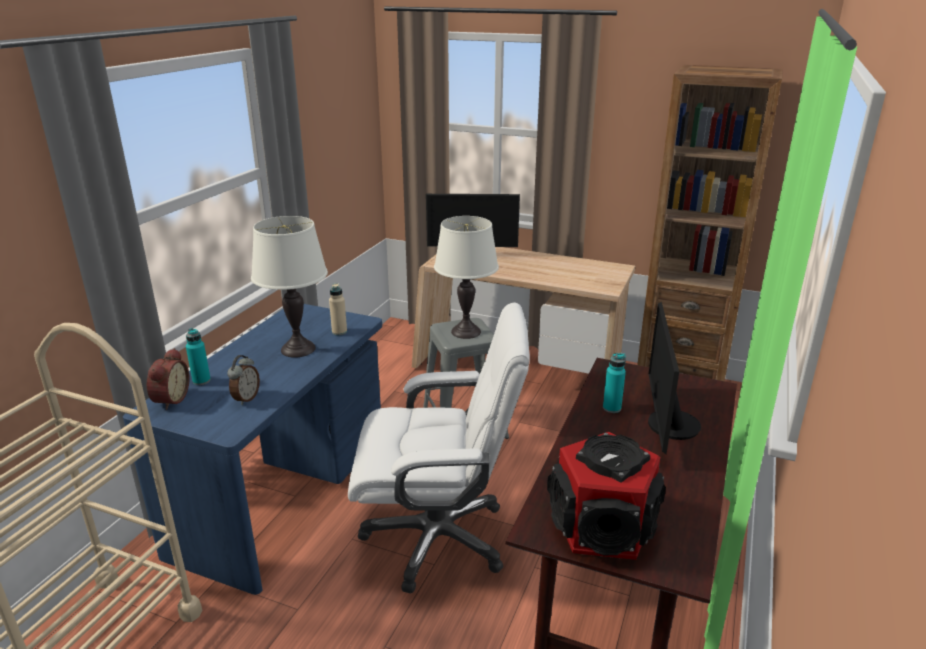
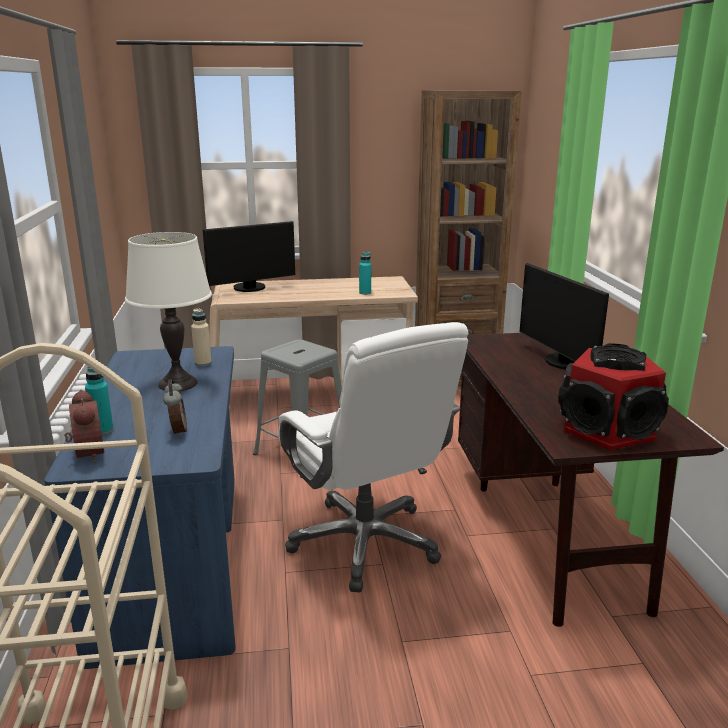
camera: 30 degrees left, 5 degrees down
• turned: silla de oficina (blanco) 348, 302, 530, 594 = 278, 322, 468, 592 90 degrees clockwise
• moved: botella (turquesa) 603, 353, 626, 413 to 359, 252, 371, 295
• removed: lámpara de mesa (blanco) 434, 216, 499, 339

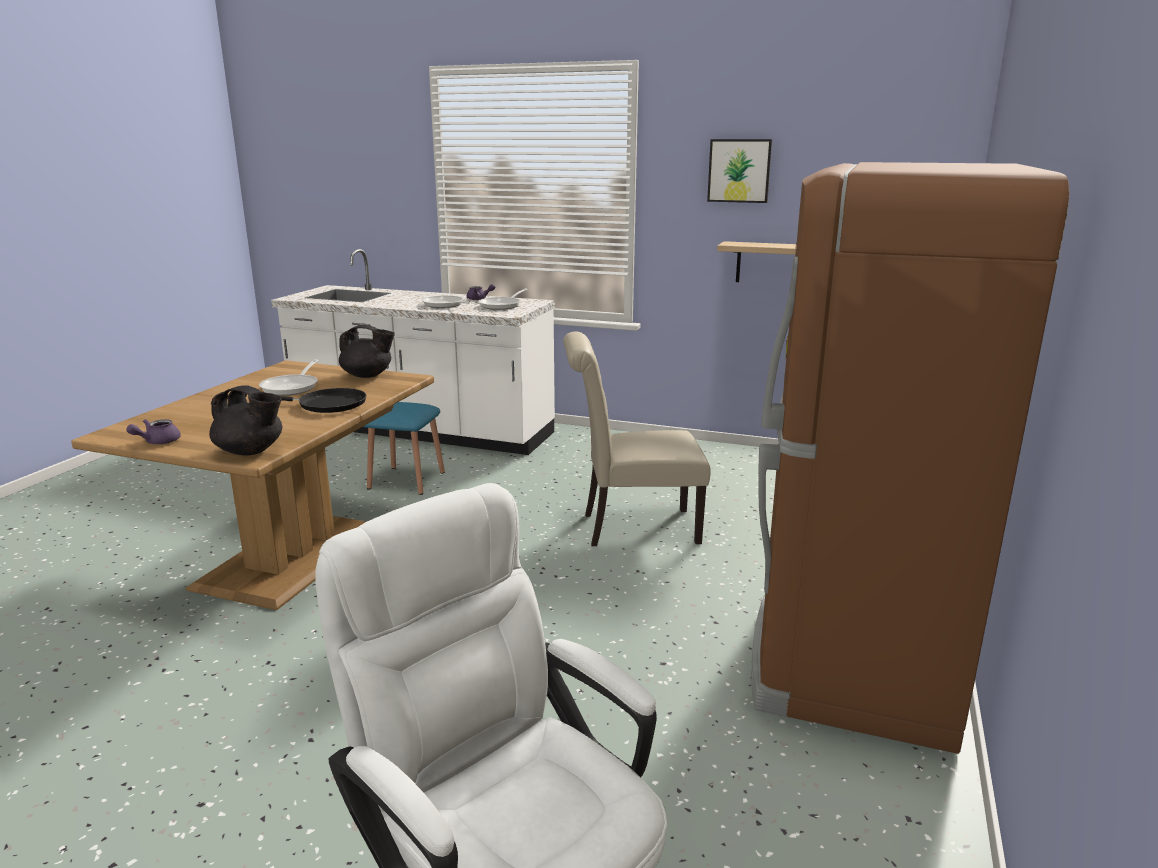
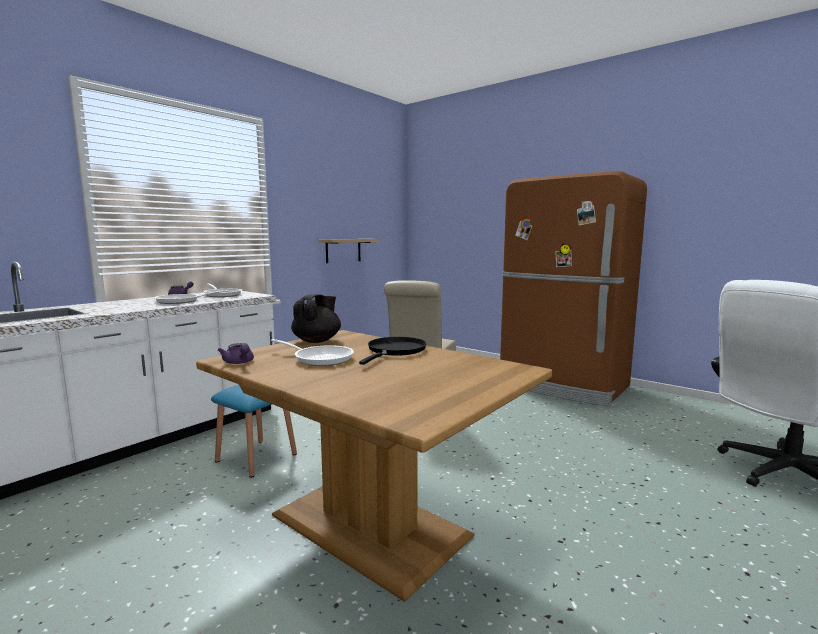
camera: 70 degrees left, 10 degrees down
• moved: tetera (morado) 126, 419, 181, 444 to 218, 343, 254, 364
• removed: tetera (negro) 209, 385, 282, 456
• removed: cuadro 707, 139, 773, 203

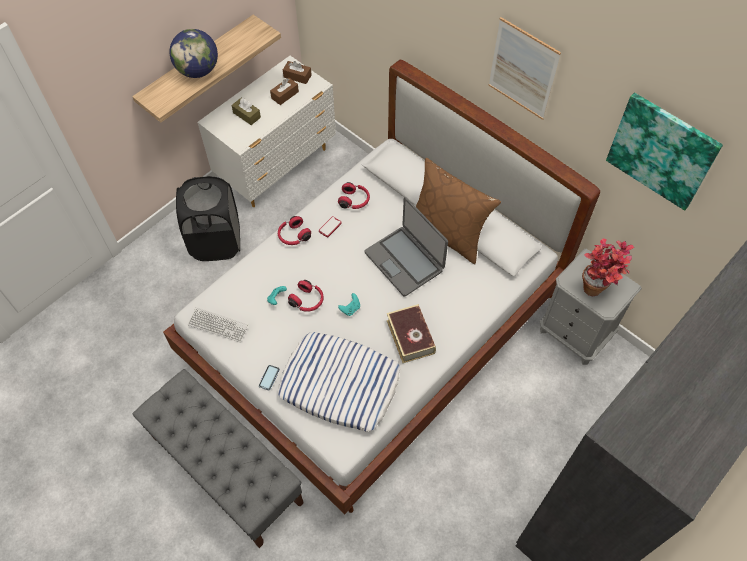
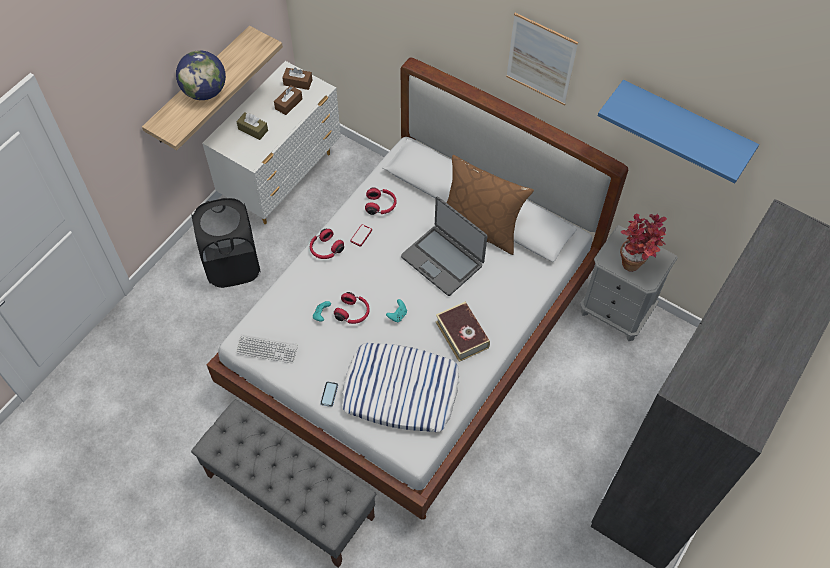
camera: 10 degrees left, 0 degrees up
• replaced: cuadro 606, 93, 723, 211 to estante (azul) 598, 80, 759, 183

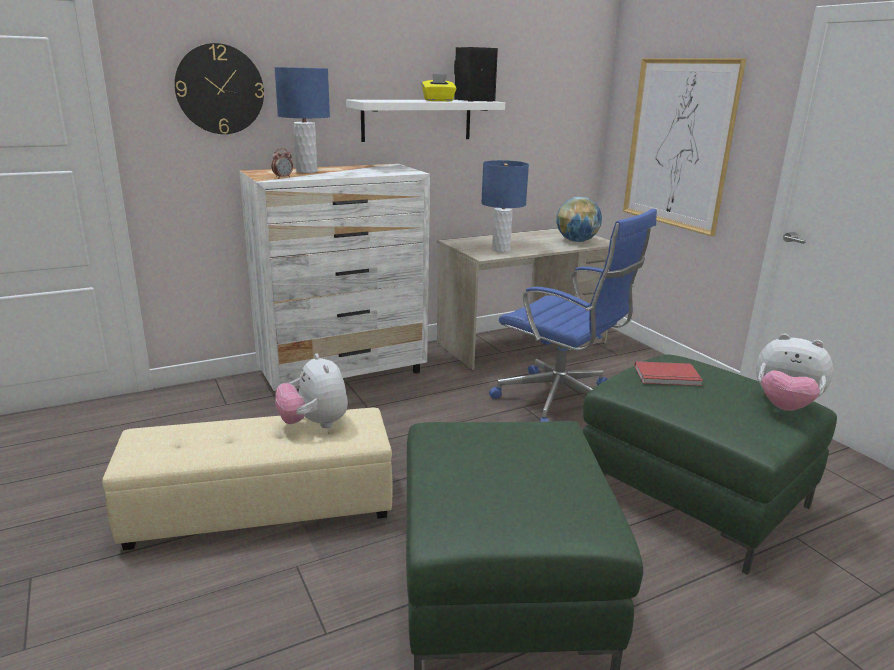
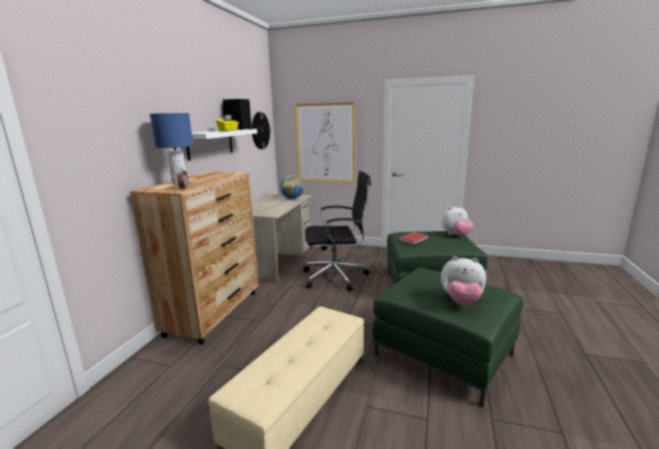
camera: 45 degrees left, 5 degrees down
• recoloured: cómoda (blanco) 239, 164, 430, 391 to cómoda (marrón) 130, 172, 259, 345
• moved: reloj de pared 174, 43, 264, 134 to 252, 112, 271, 149
• recoloured: silla de oficina (azul) 489, 209, 657, 422 to silla de oficina (negro) 303, 171, 371, 291
• moved: peluche 275, 353, 348, 428 to 441, 256, 486, 306
• removed: lámpara de mesa (azul) 481, 160, 529, 252

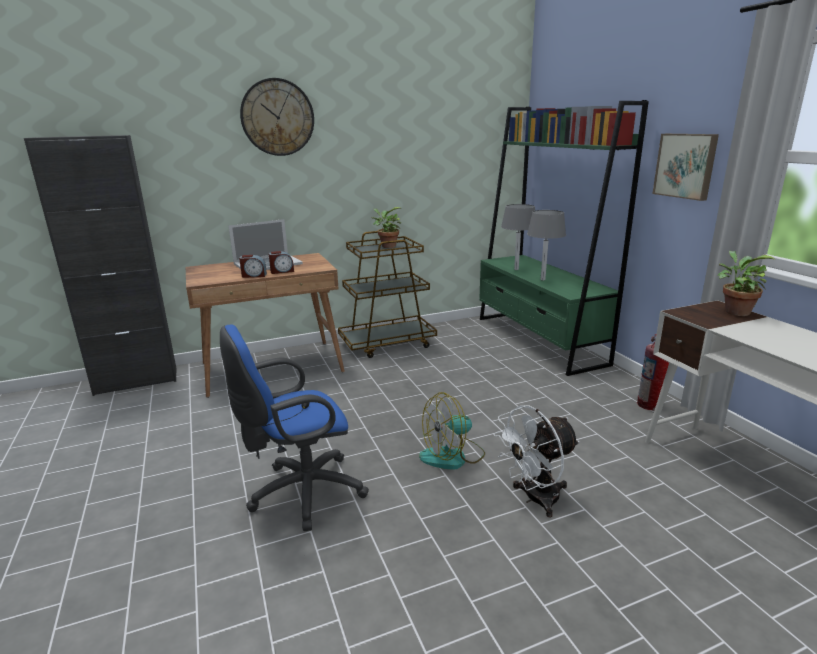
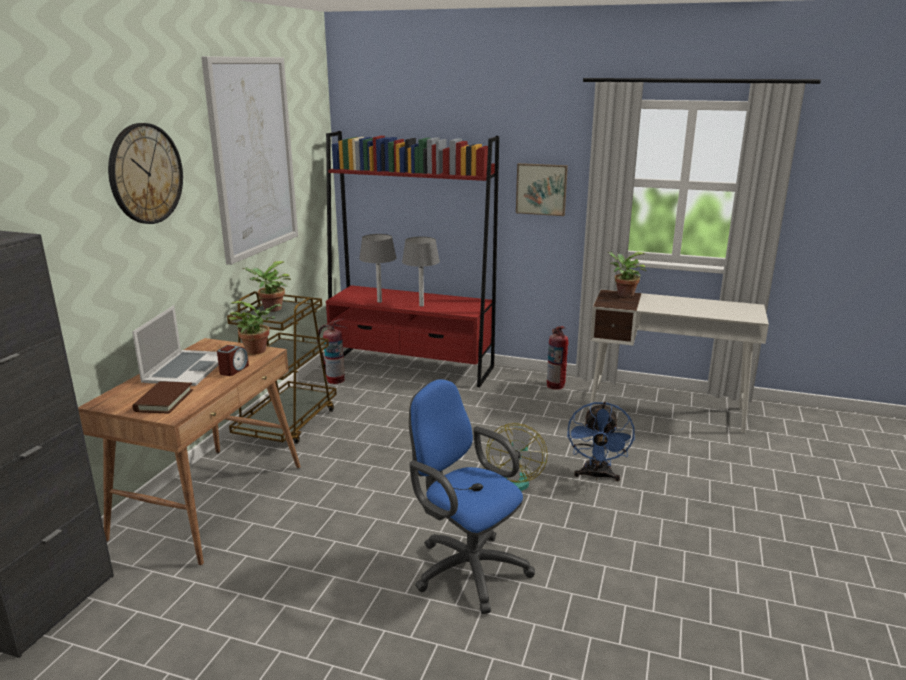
camera: 50 degrees left, 0 degrees up
• added: libro (marrón) 133, 381, 193, 414
• added: cuadro 201, 56, 298, 265
• added: planta en maceta 229, 301, 281, 355
• added: extintor 317, 319, 348, 384
• recoloured: estantería (verde) 479, 100, 649, 376 to estantería (rojo) 326, 131, 499, 387
• turned: silla de oficina (azul) 220, 325, 369, 531 = 409, 379, 535, 614 120 degrees clockwise
• recoloured: ventilador (blanco) 494, 405, 580, 518 to ventilador (azul) 567, 402, 635, 481
• removed: despertador 239, 255, 267, 278

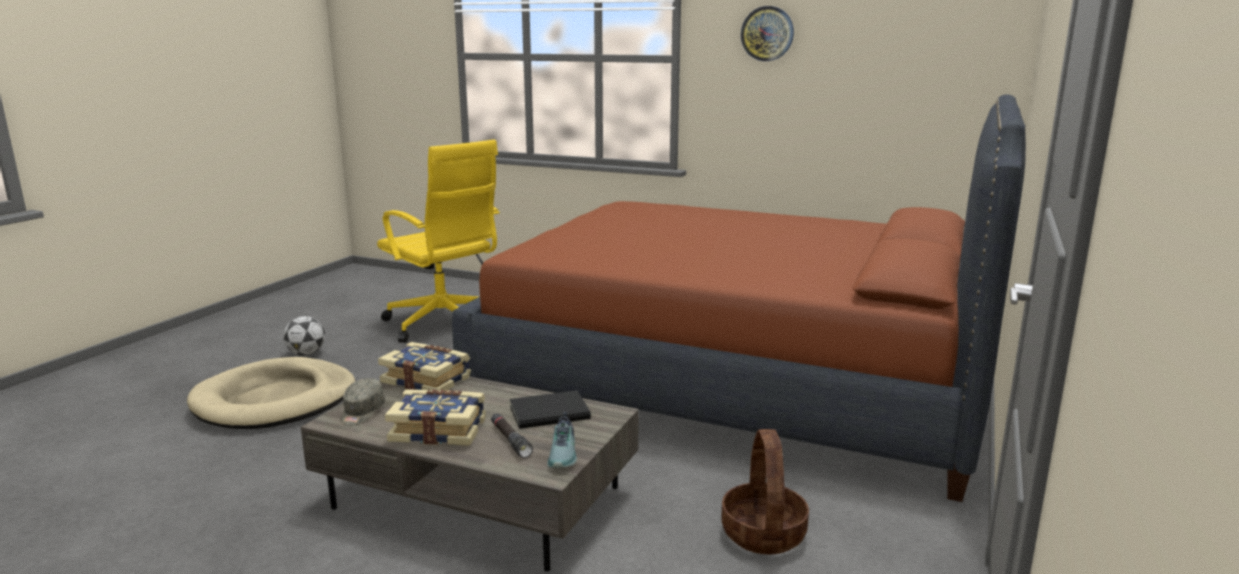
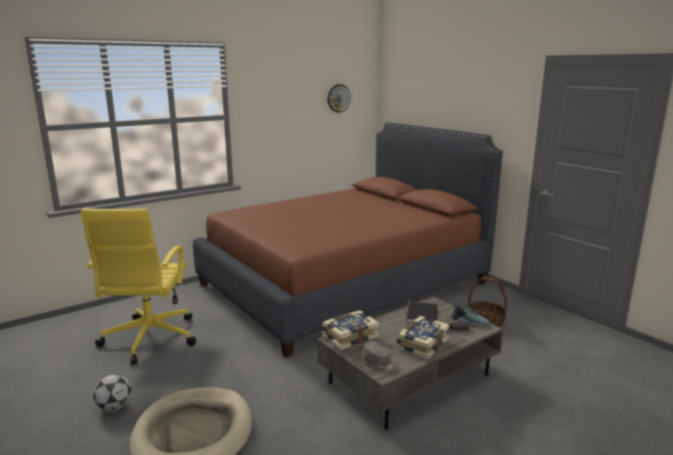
camera: 60 degrees left, 0 degrees up
• turned: silla de oficina (amarillo) 377, 139, 500, 343 = 81, 208, 196, 365 105 degrees clockwise
• moved: reloj de pared 741, 6, 794, 61 to 327, 84, 351, 113

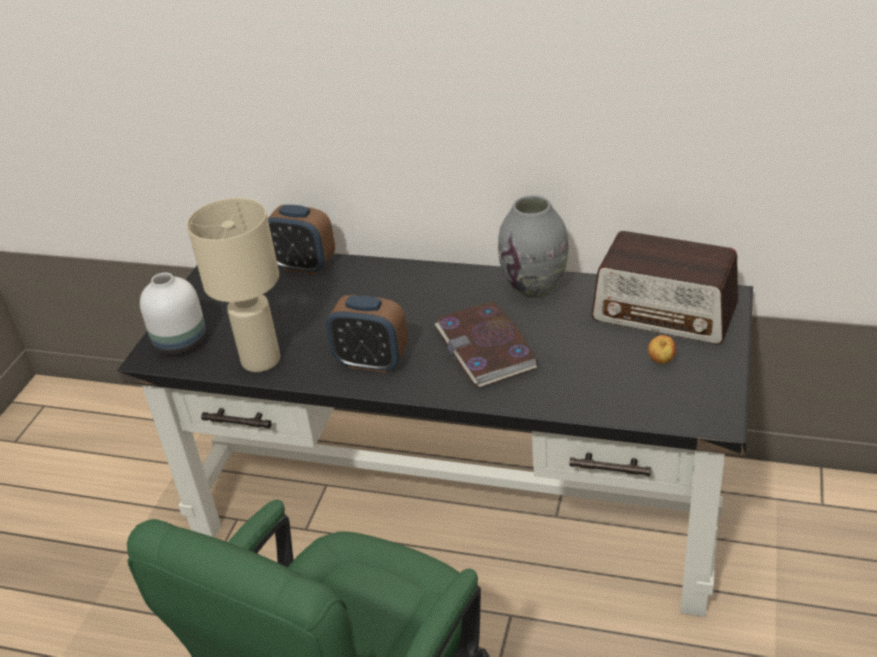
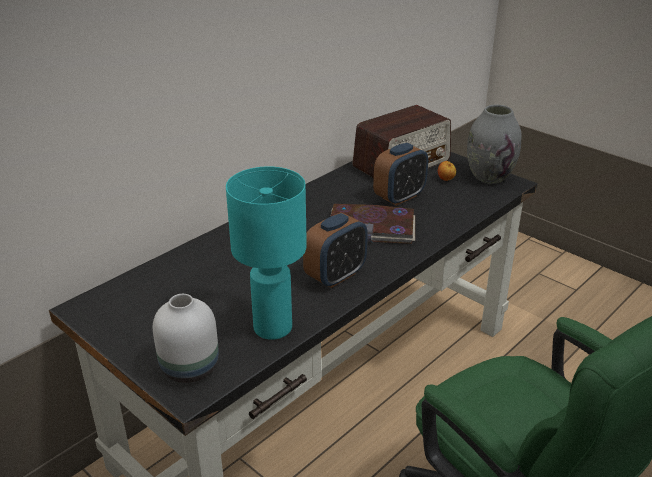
camera: 65 degrees left, 5 degrees down
• recoloured: lámpara de mesa (beis) 187, 198, 280, 372 to lámpara de mesa (turquesa) 226, 166, 307, 340
• moved: despertador 268, 205, 335, 275 to 373, 143, 428, 206
• moved: florero (gris) 498, 195, 568, 298 to 467, 104, 521, 184

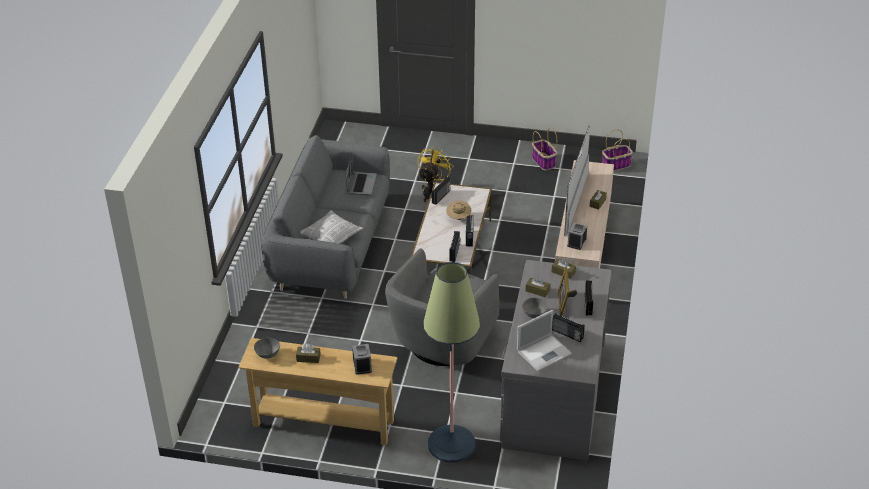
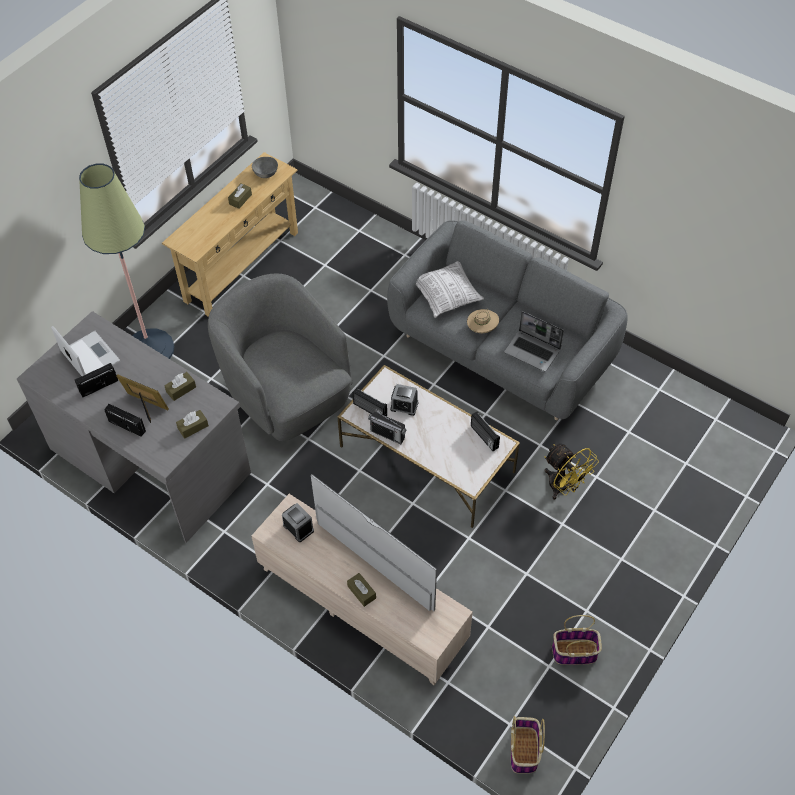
camera: 115 degrees right, 15 degrees up
• turned: portátil 517, 310, 572, 371 = 51, 326, 120, 376 150 degrees clockwise
• moved: despertador 352, 344, 372, 375 to 390, 384, 419, 416
• moved: sombrero (beis) 446, 200, 471, 220 to 467, 308, 499, 333
• removed: cuenco (gris) 522, 298, 548, 318

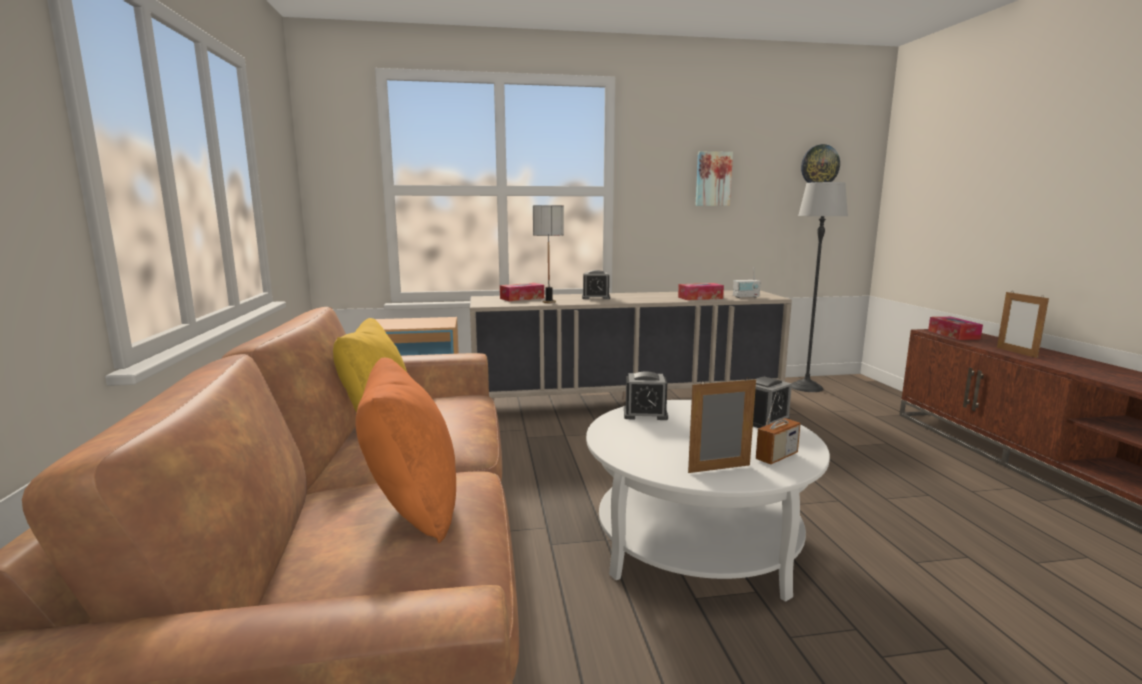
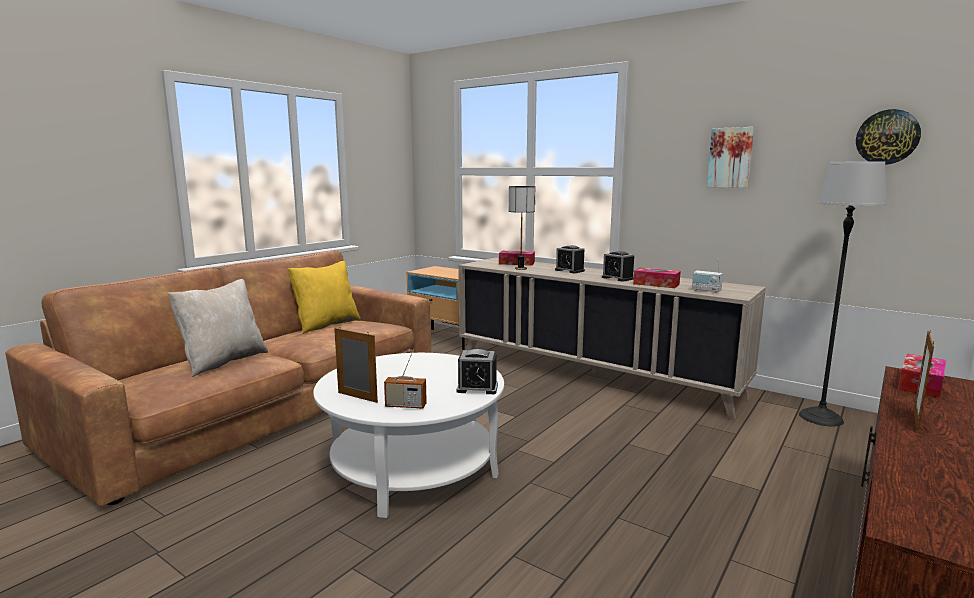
camera: 45 degrees right, 0 degrees up
• recoloured: cojín (naranja) 356, 358, 456, 543 to cojín (beis) 167, 279, 268, 377
• moved: despertador 624, 371, 668, 420 to 602, 251, 634, 282

